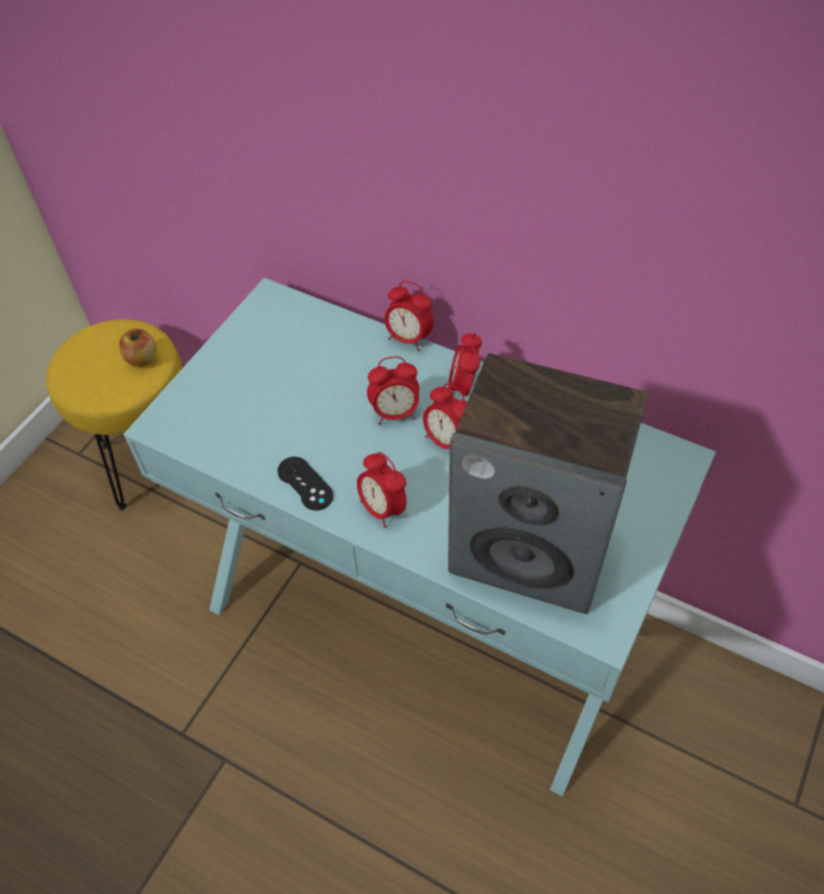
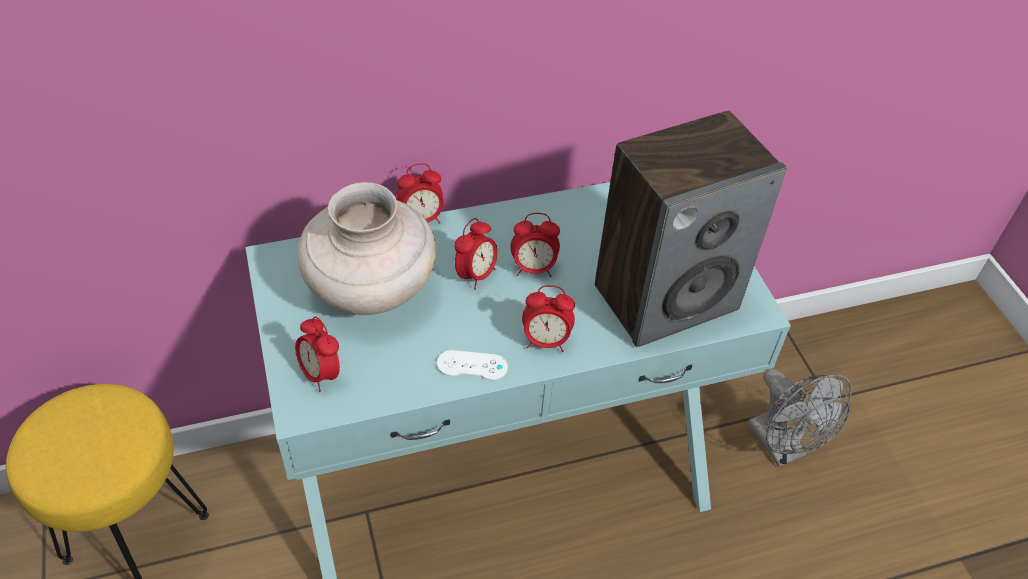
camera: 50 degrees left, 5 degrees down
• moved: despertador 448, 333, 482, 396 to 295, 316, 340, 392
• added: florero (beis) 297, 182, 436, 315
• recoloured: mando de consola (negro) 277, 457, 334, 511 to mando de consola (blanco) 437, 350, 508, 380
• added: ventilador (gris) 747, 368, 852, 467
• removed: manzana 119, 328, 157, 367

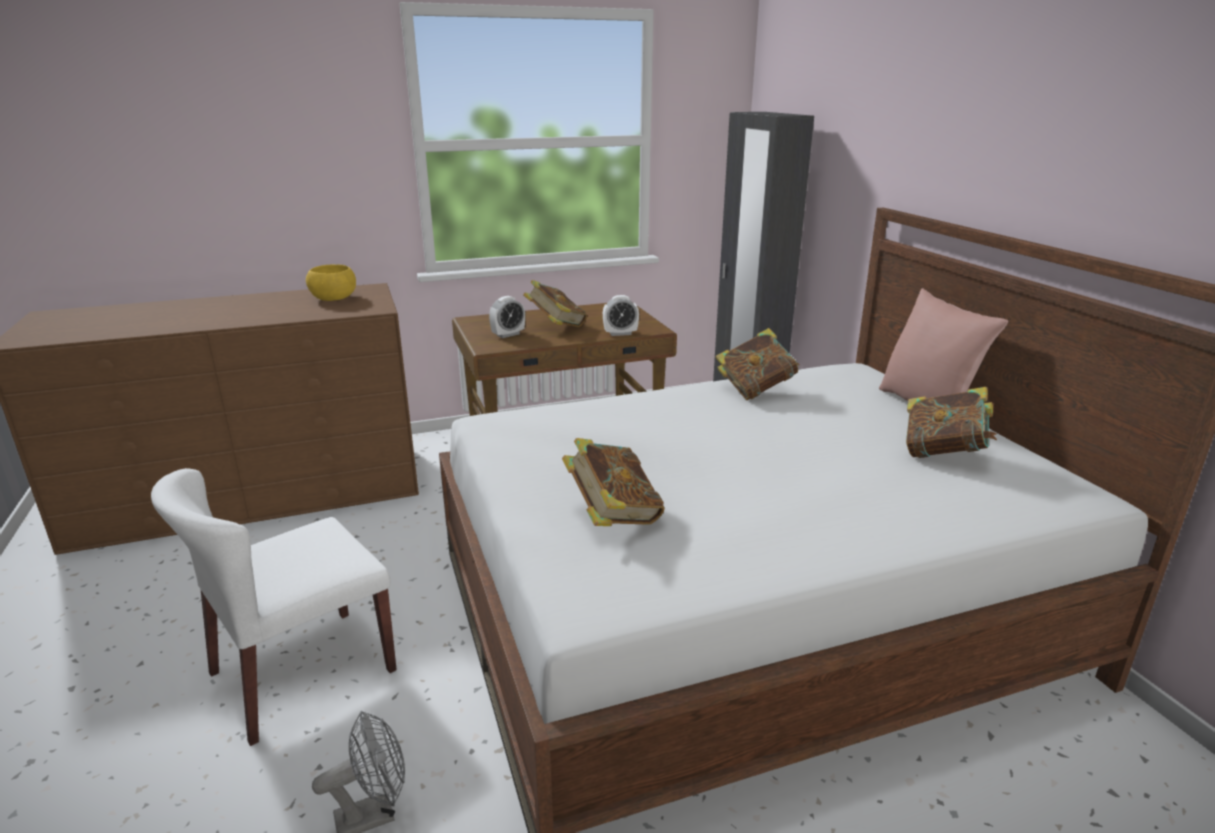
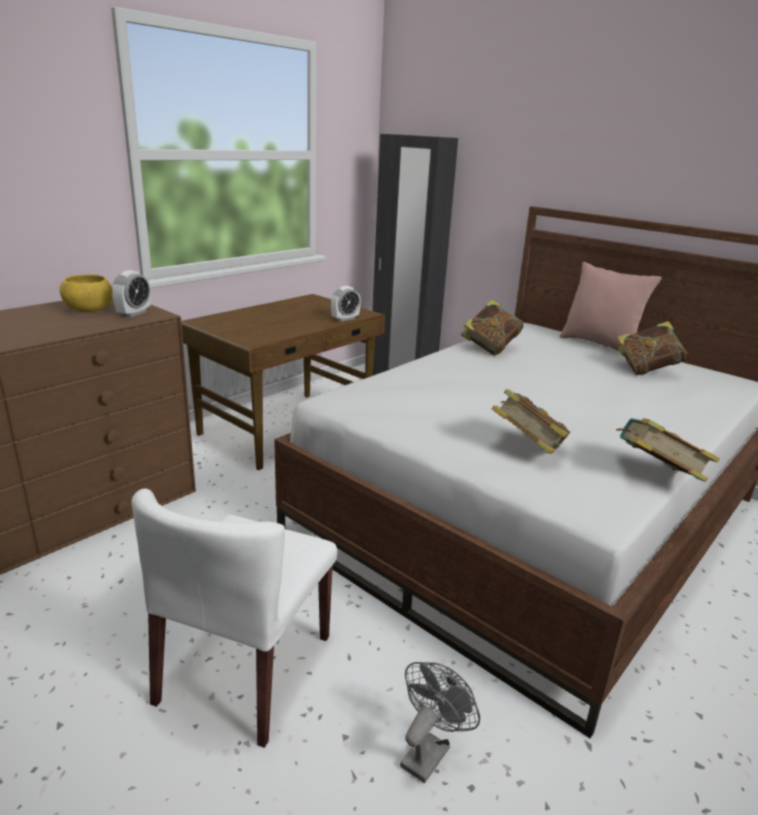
camera: 30 degrees left, 0 degrees up
• moved: despertador 489, 296, 525, 338 to 112, 270, 150, 317
• moved: libro 523, 280, 587, 327 to 616, 418, 720, 482

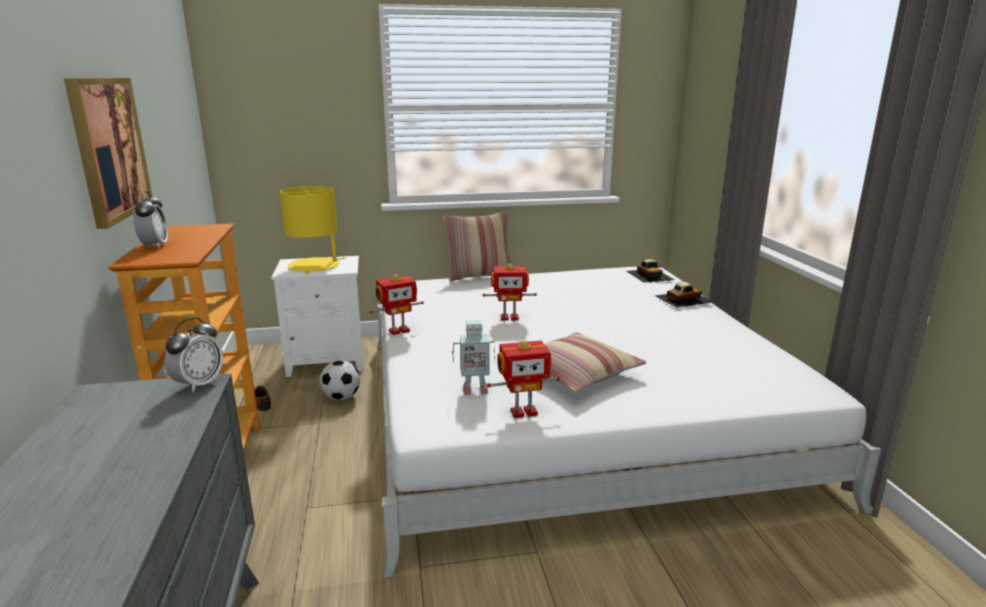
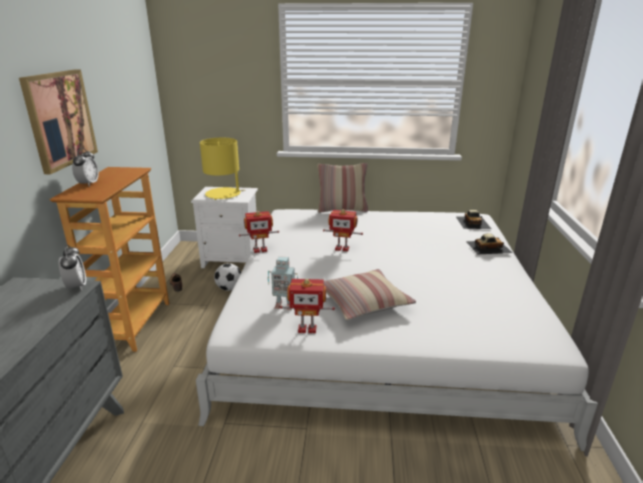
camera: 15 degrees right, 5 degrees up
• turned: despertador 164, 317, 223, 393 = 59, 244, 86, 291 60 degrees counterclockwise

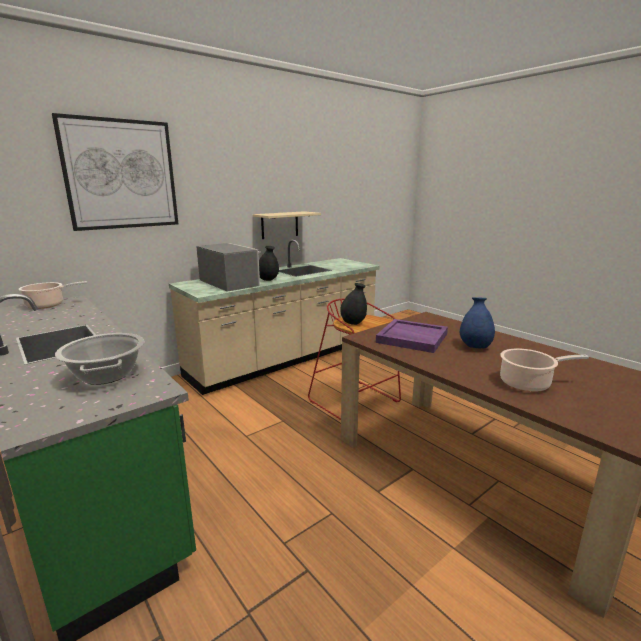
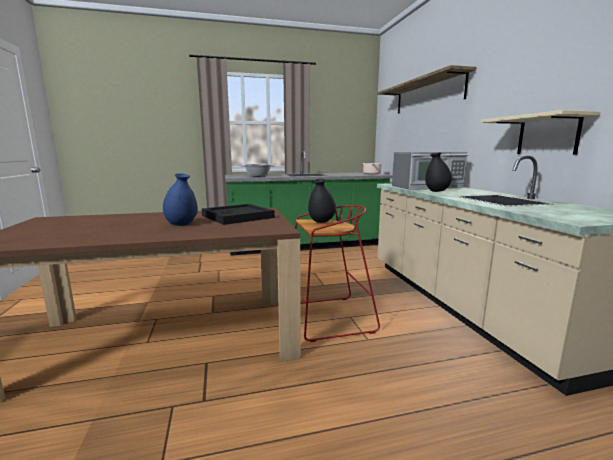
camera: 115 degrees right, 5 degrees down
• recoloured: bandeja (morado) 376, 319, 448, 353 to bandeja (negro) 202, 204, 275, 225
• replaced: cuadro 52, 113, 179, 231 to estante 377, 65, 476, 113
• removed: olla 500, 348, 589, 392

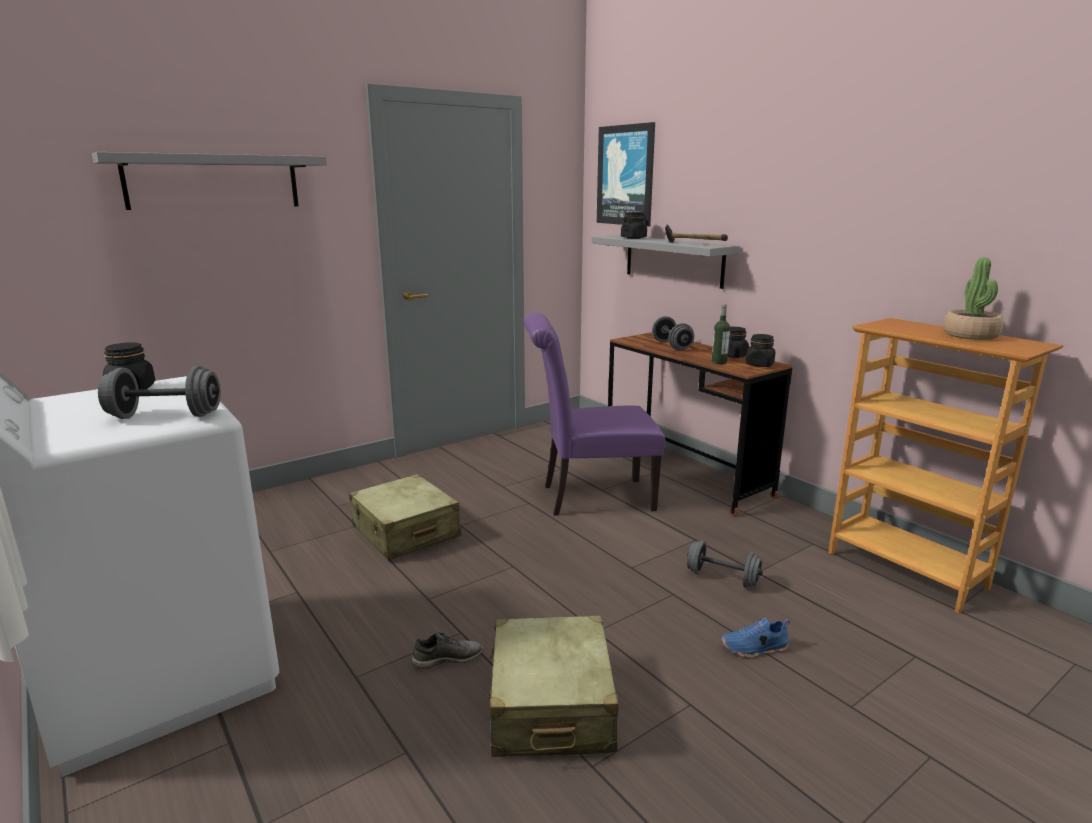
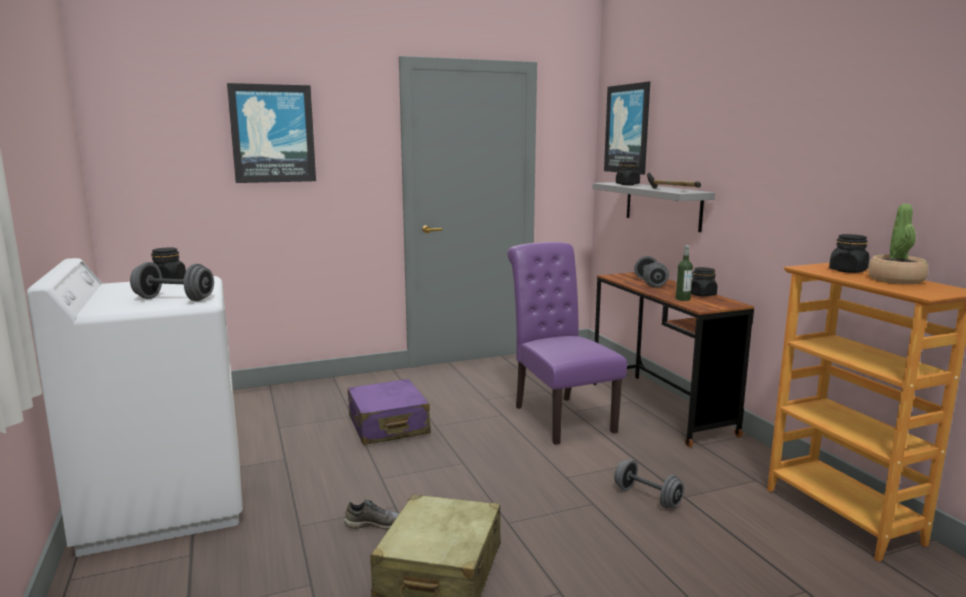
camera: 15 degrees right, 5 degrees down
• replaced: estante (gris) 92, 152, 327, 210 to cuadro 227, 83, 316, 183
• recoloured: maleta (beis) 349, 474, 461, 560 to maleta (morado) 348, 379, 431, 445
• turned: silla (morado) 524, 313, 665, 516 = 508, 242, 627, 445 60 degrees clockwise
• moved: tarro (negro) 746, 334, 775, 367 to 829, 234, 869, 273
• removed: zapato (azul) 721, 618, 790, 658

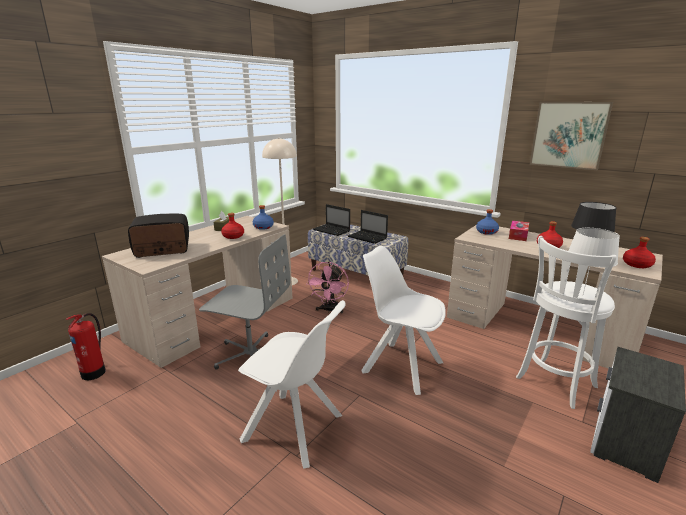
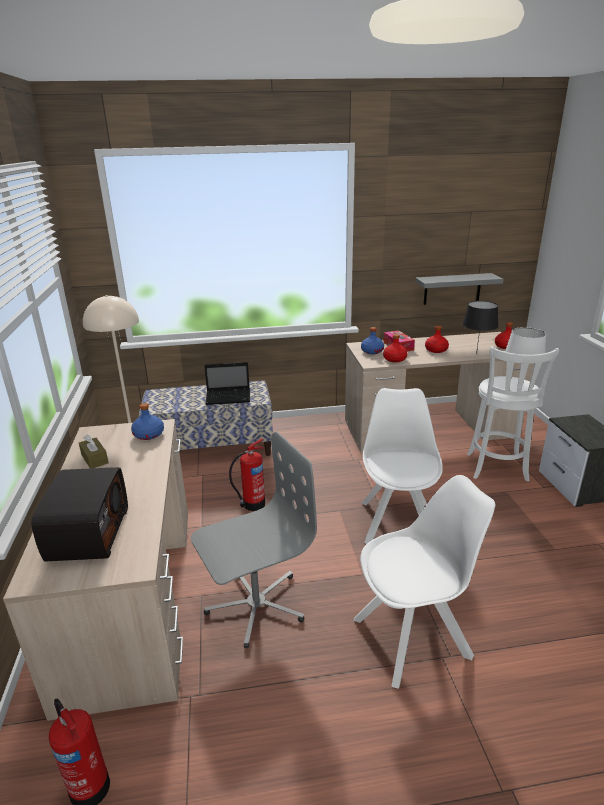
camera: 45 degrees left, 5 degrees up
• turned: radio 128, 213, 189, 258 = 31, 467, 128, 561 150 degrees clockwise
• replaced: ventilador (rosa) 306, 262, 349, 314 to extintor 229, 438, 265, 511
• turned: silla (blanco) 361, 246, 446, 395 = 362, 388, 443, 544 105 degrees clockwise
• moved: botella (rojo) 221, 213, 244, 239 to 383, 334, 408, 362
• added: estante (gris) 415, 273, 504, 305
• removed: portátil 313, 204, 350, 236
• removed: cuadro 530, 102, 613, 170

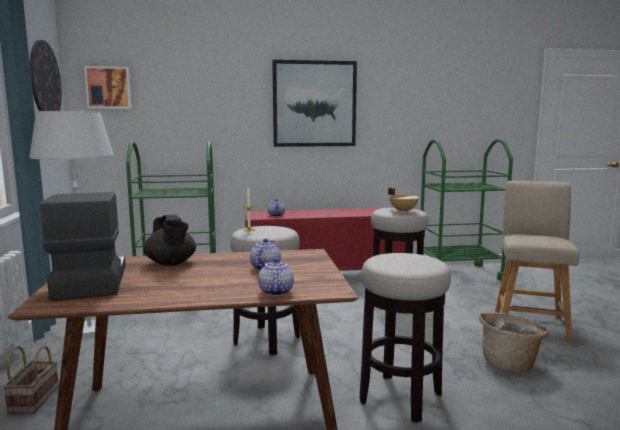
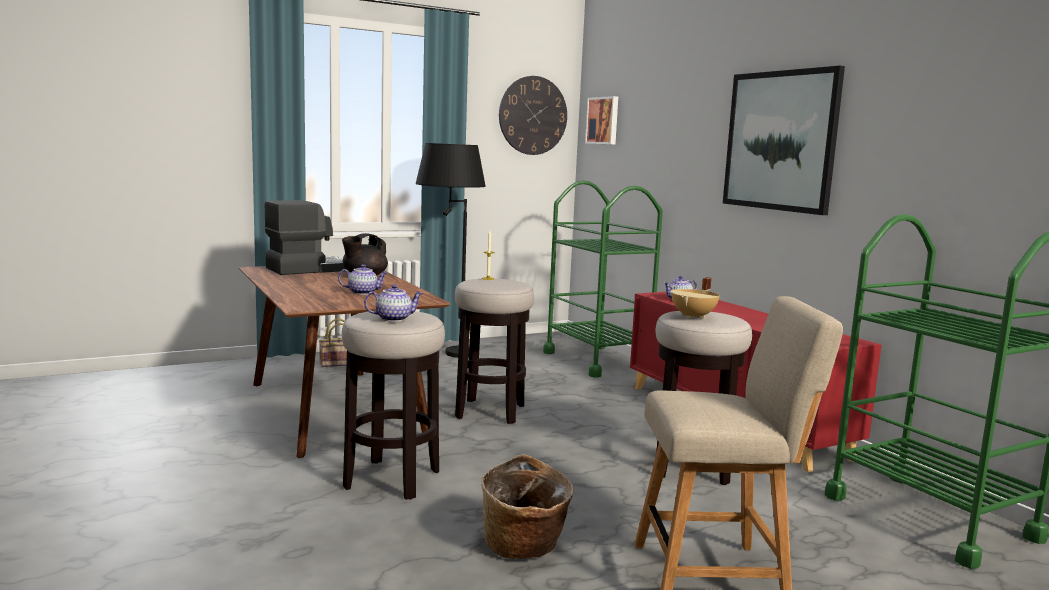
camera: 70 degrees right, 0 degrees up
• moved: tetera 258, 258, 294, 296 to 364, 284, 423, 322
• recoloured: lámpara de pie (blanco) 29, 111, 114, 337 to lámpara de pie (negro) 416, 143, 485, 358

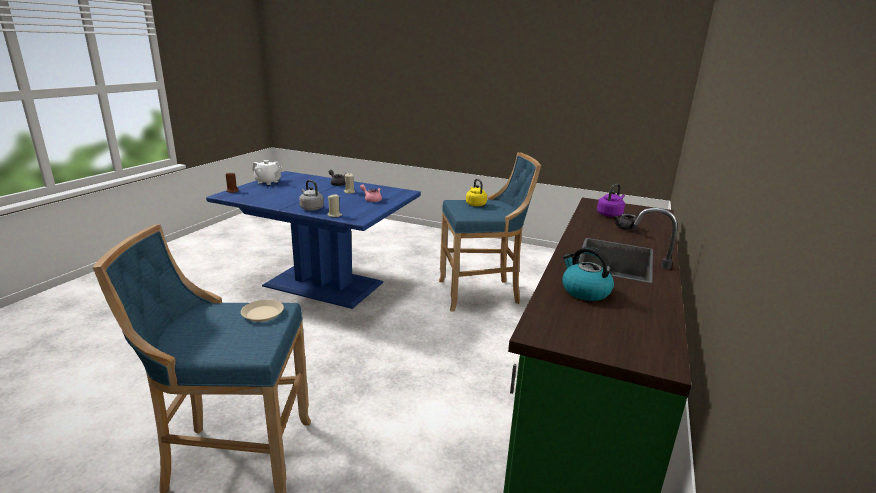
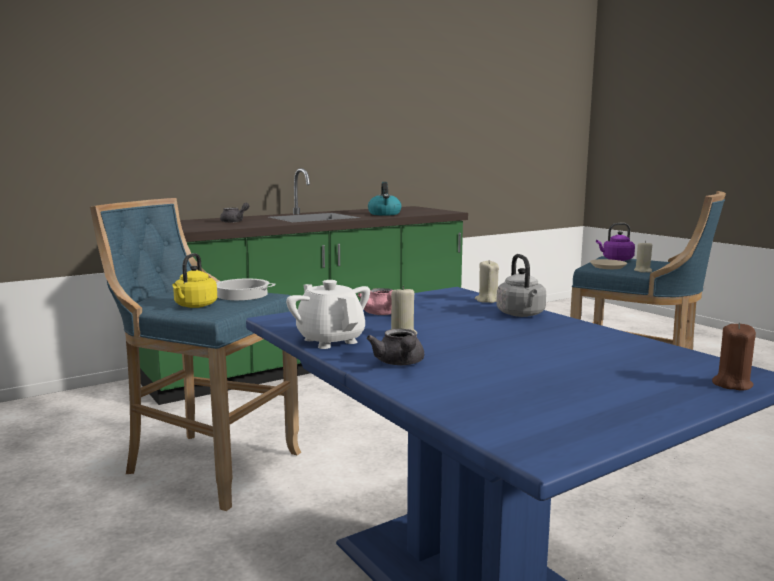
camera: 145 degrees left, 10 degrees down
• added: olla 216, 279, 276, 301
• moved: tetera (blanco) 252, 160, 282, 185 to 286, 280, 370, 349
• moved: hervidor (morado) 597, 184, 625, 217 to 596, 223, 635, 261
• added: vela (beis) 634, 241, 652, 273

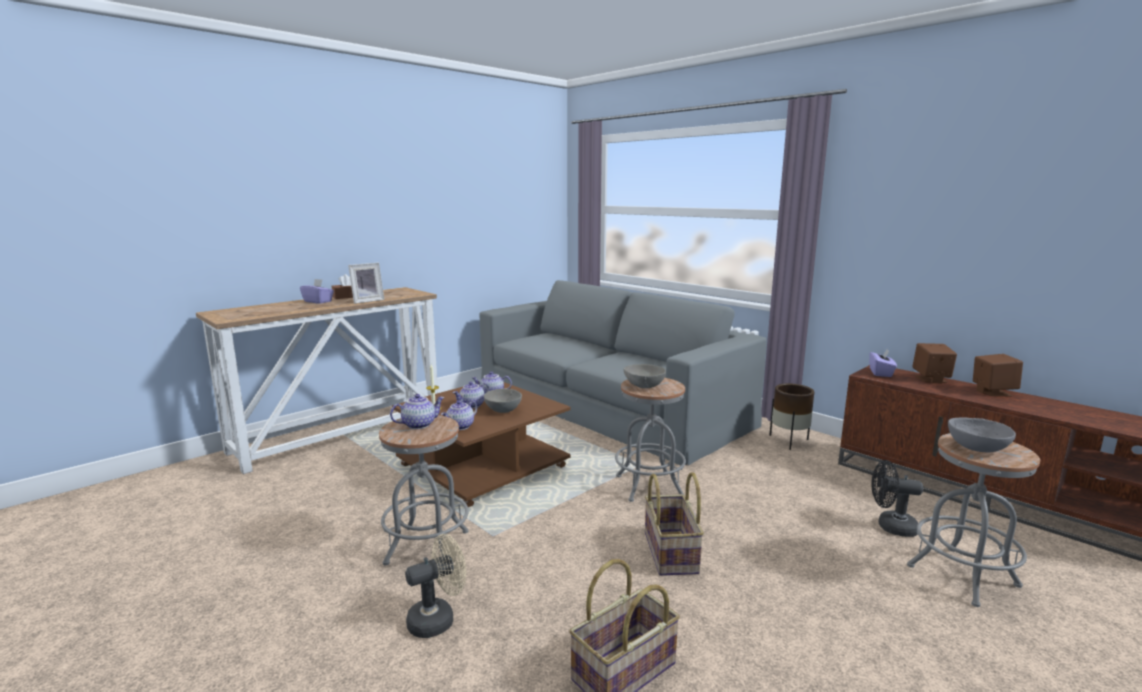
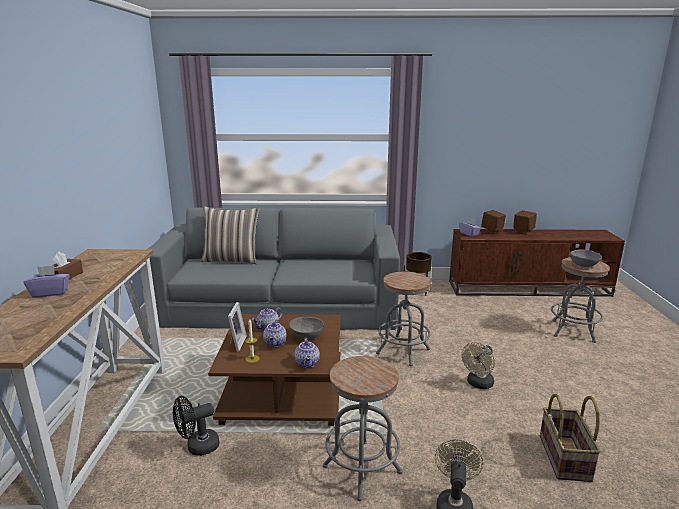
camera: 45 degrees left, 5 degrees up
• moved: ventilador (negro) 871, 460, 923, 537 to 173, 396, 219, 456
• added: cojín 201, 206, 260, 264
• moved: portarretratos 348, 262, 384, 304 to 228, 302, 247, 352
• replaced: cesta 645, 472, 704, 576 to ventilador (beis) 461, 342, 495, 389
• removed: tetera 390, 394, 444, 429
• removed: cuenco (gris) 624, 364, 666, 388

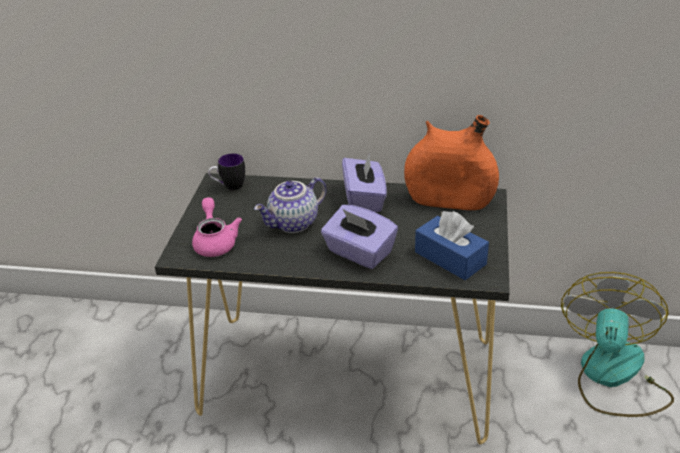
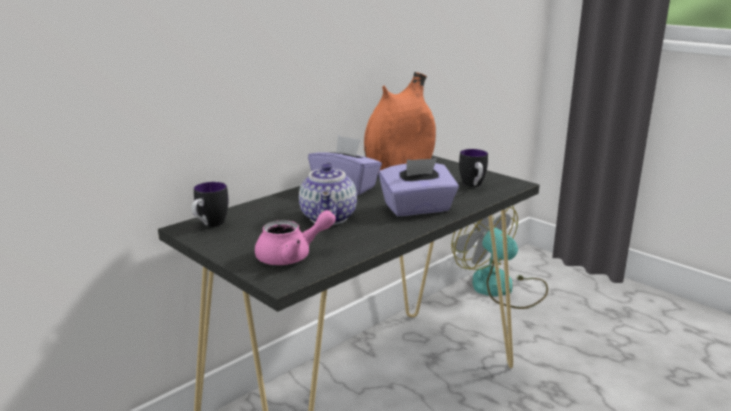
camera: 55 degrees left, 15 degrees down
• turned: tetera (rosa) 192, 197, 242, 257 = 255, 210, 336, 265 135 degrees clockwise
• replaced: caja de pañuelos (azul) 415, 211, 489, 280 to taza grande 459, 149, 488, 187

